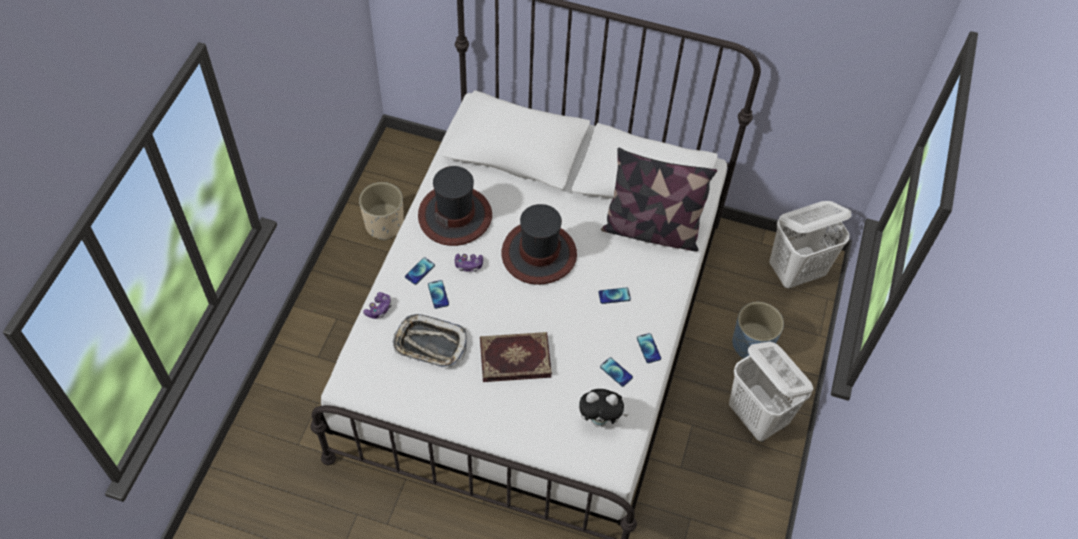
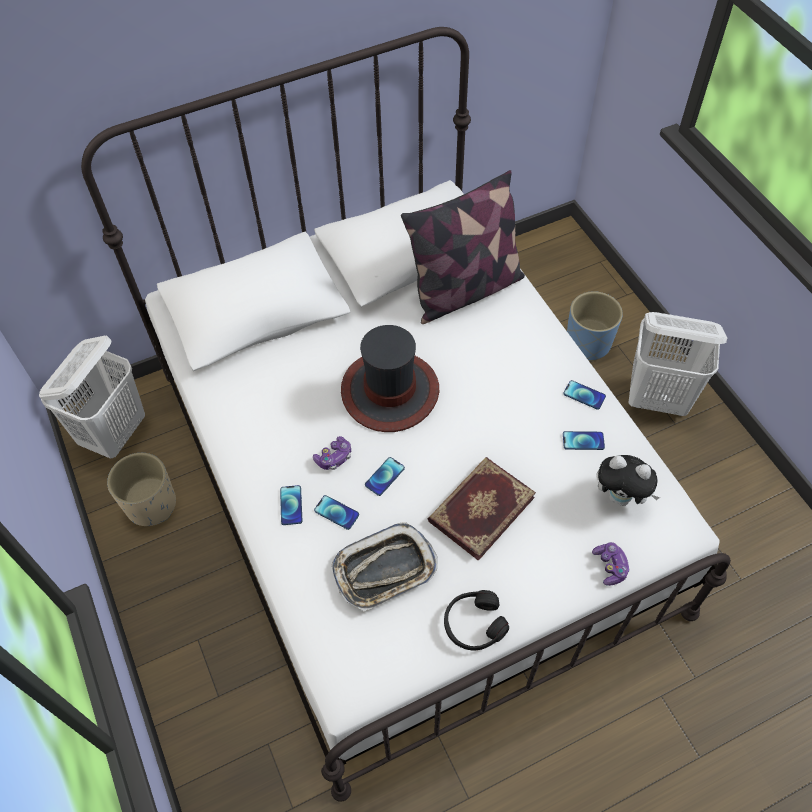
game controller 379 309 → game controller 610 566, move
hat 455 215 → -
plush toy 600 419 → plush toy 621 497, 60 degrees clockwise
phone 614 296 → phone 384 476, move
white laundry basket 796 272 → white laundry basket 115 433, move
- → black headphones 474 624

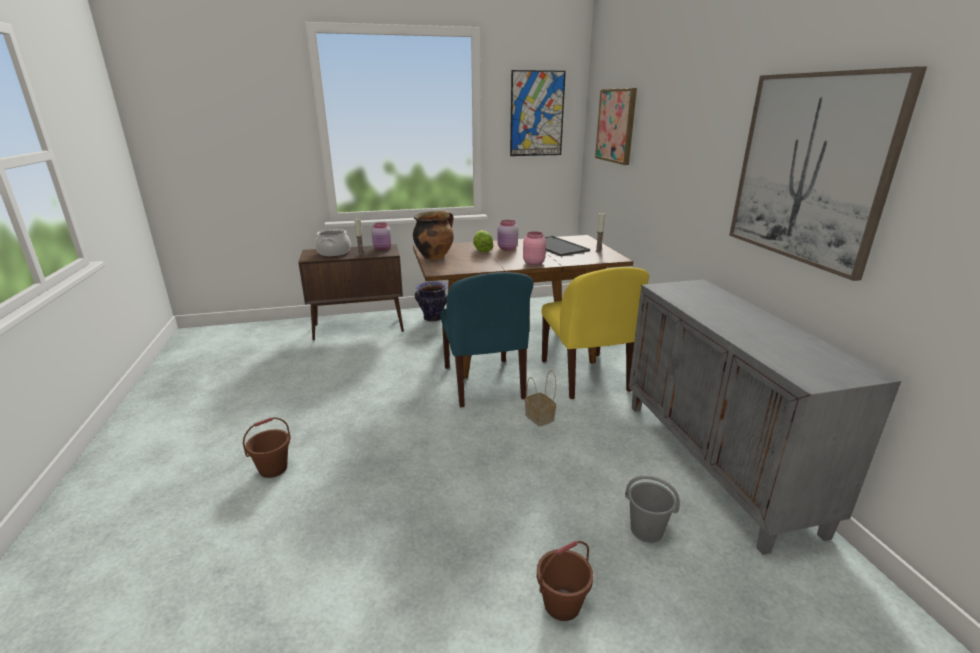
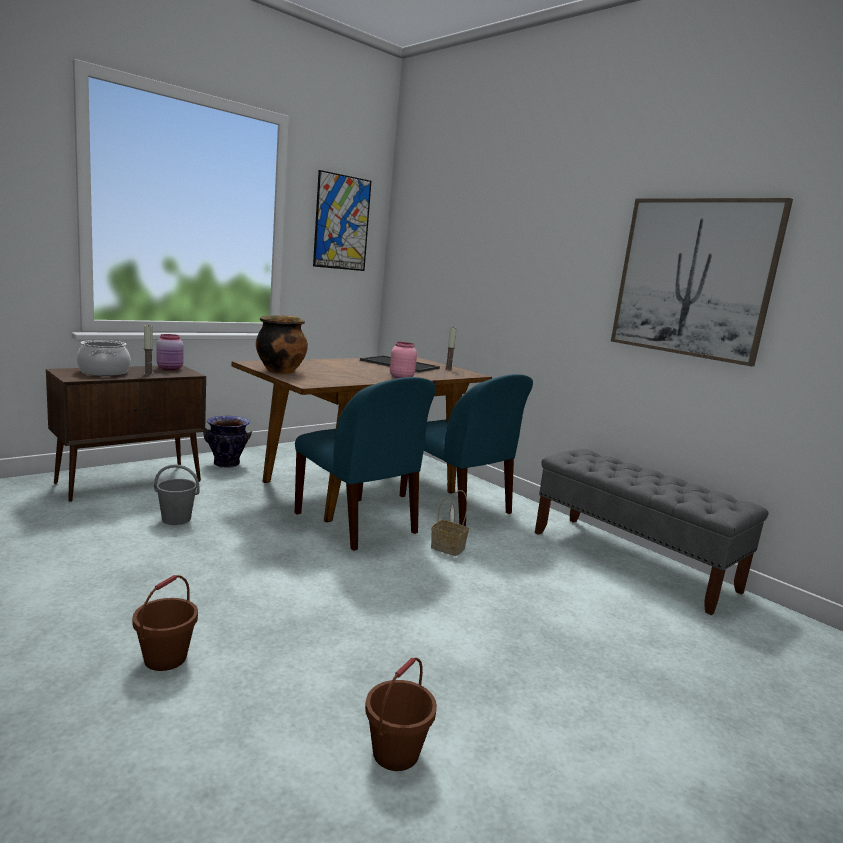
lettuce 482 250 → -
pink jar 507 248 → -
brown bucket 562 604 → brown bucket 396 753, move
yellow chair 585 376 → blue chair 457 506
picture 616 125 → -
grey bucket 646 530 → grey bucket 176 519, move
grey cabinet 716 463 → grey bench 632 561

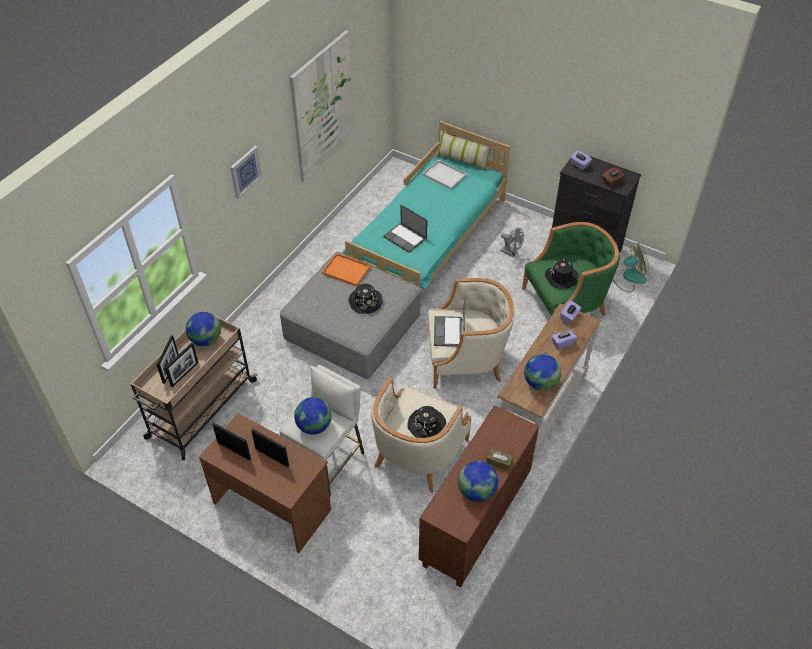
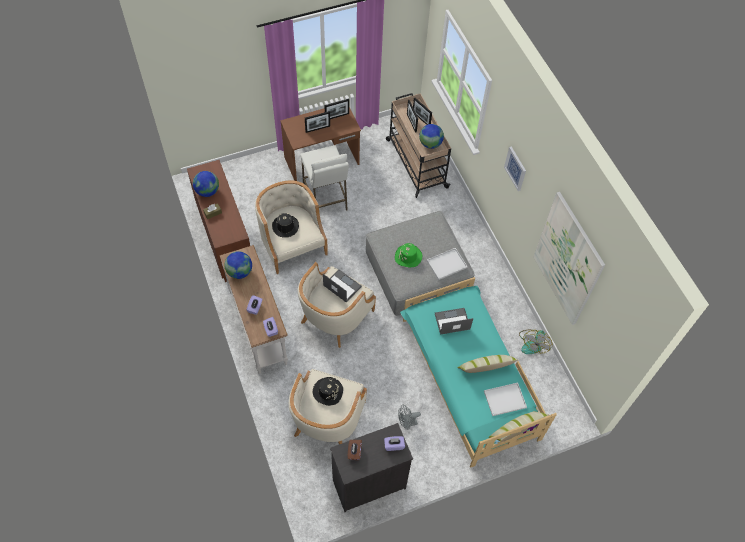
globe 314 426 → -
orange tray 347 270 → white tray 446 264
black hat 365 301 → green hat 408 257
green armchair 566 303 → beige armchair 327 419
fan 629 278 → fan 533 343, move
- → pillow 485 368

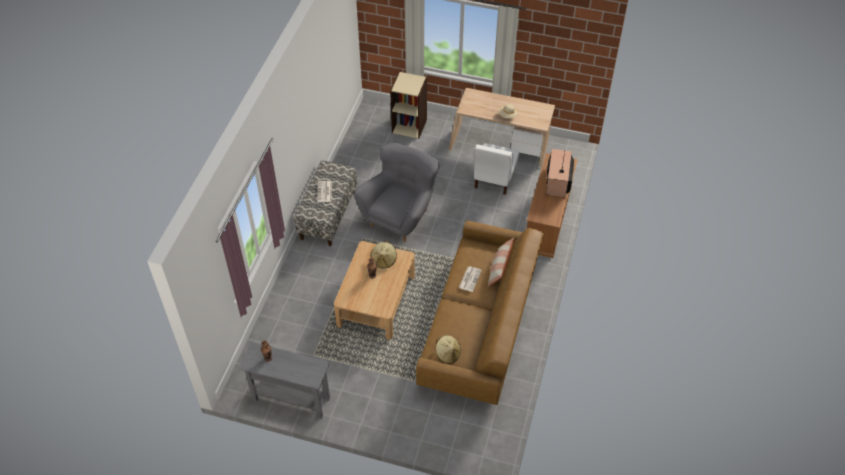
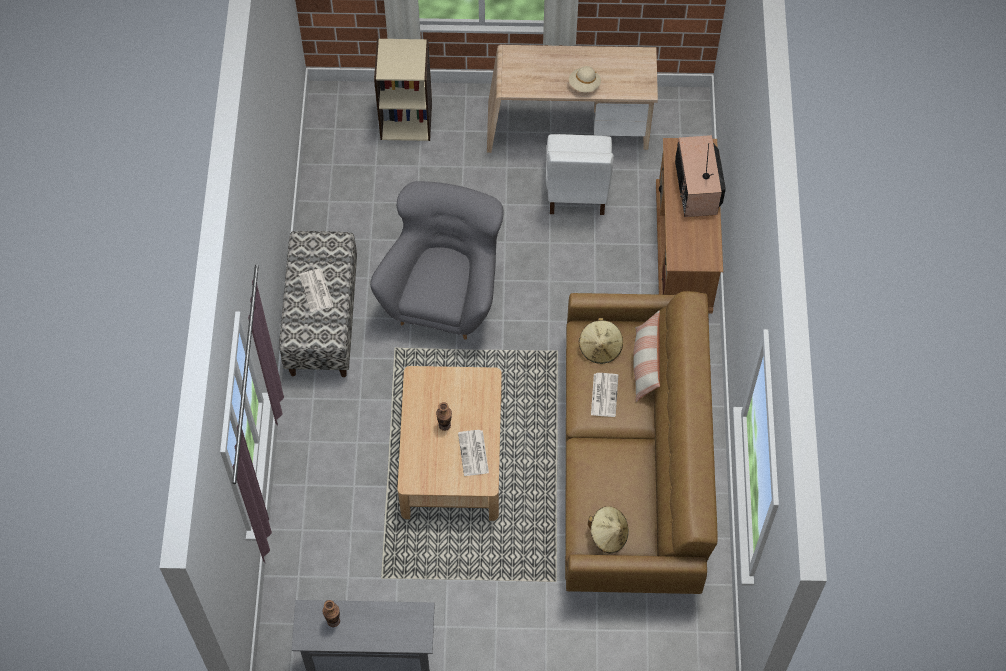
beige hat 384 260 → beige hat 600 348, move
- → newspaper 474 453

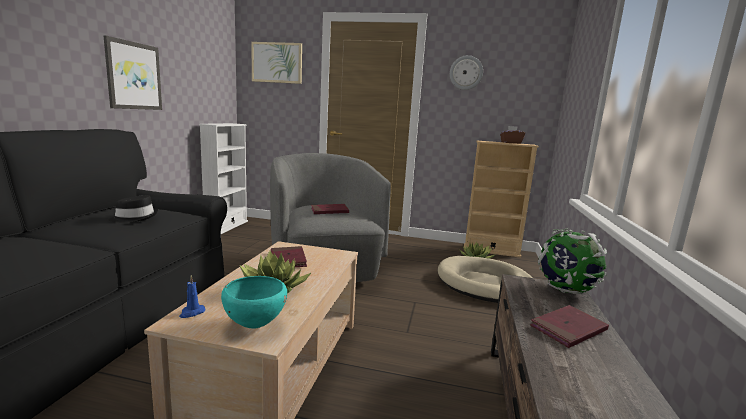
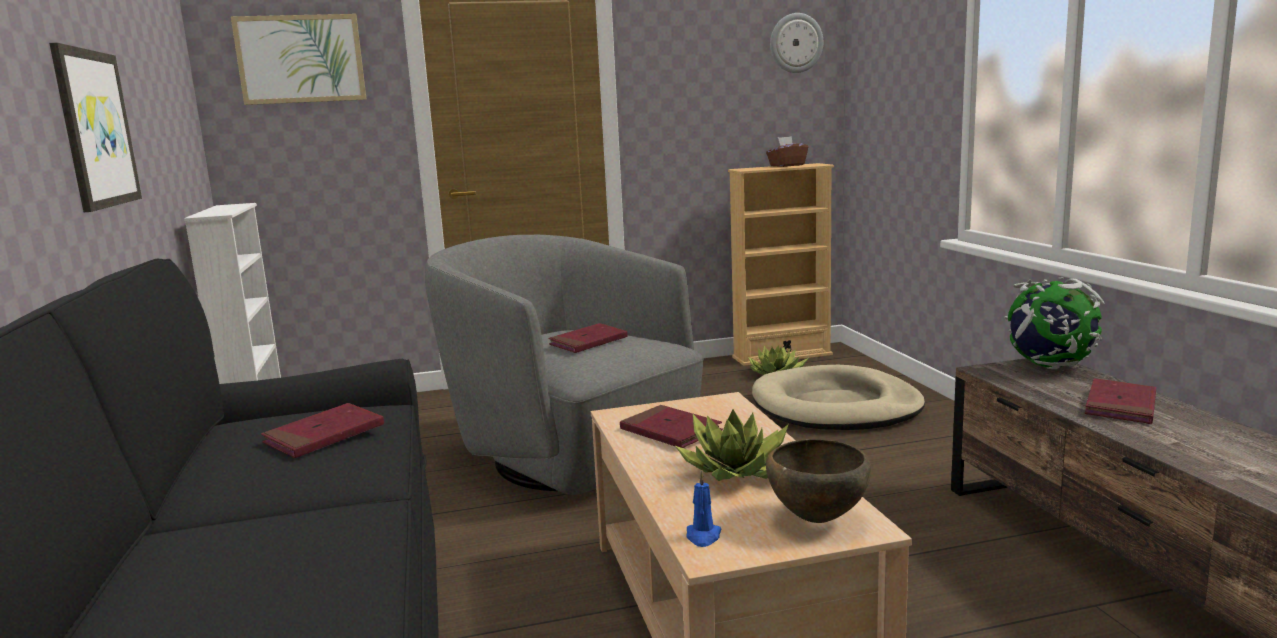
black hat 135 218 → red book 324 435
turquoise bowl 254 325 → brown bowl 816 519
wall clock 466 72 → wall clock 795 43, move

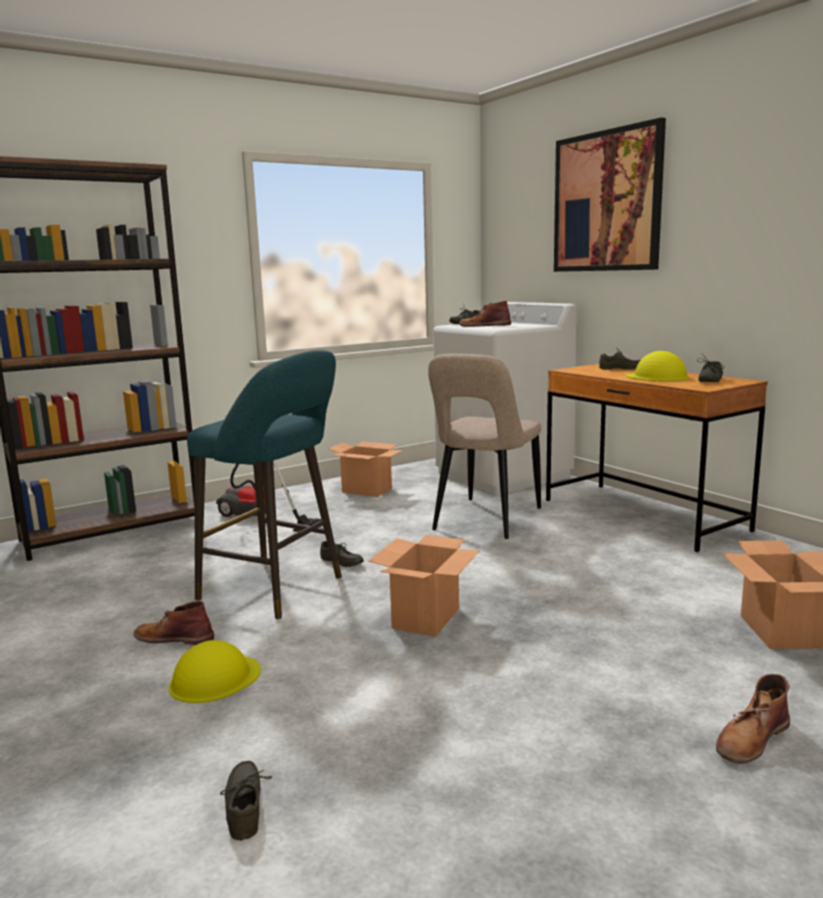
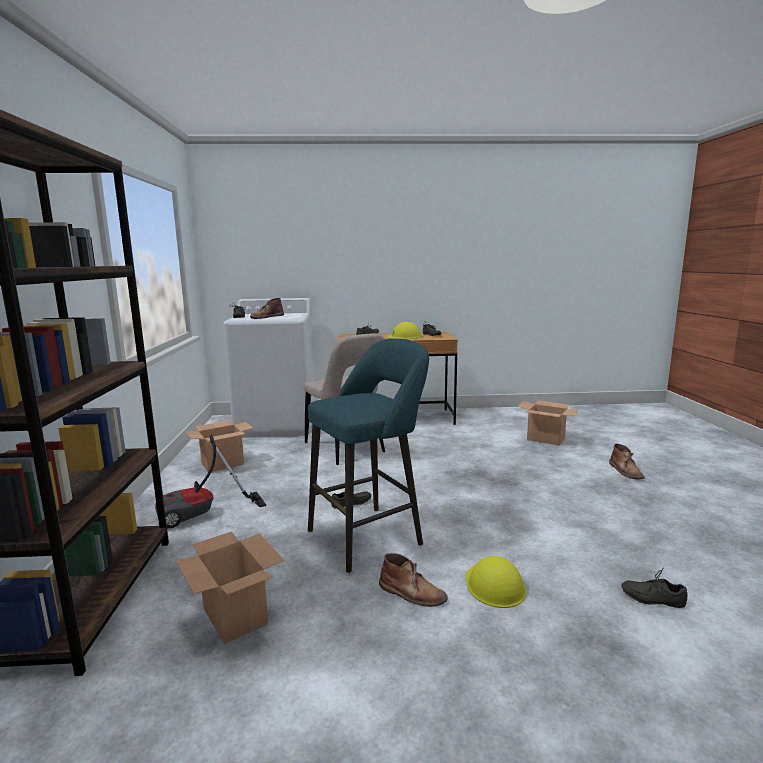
brown boot 174 638 → brown boot 412 593, 105 degrees counterclockwise
cardboard box 426 617 → cardboard box 234 616, move
picture 606 202 → -

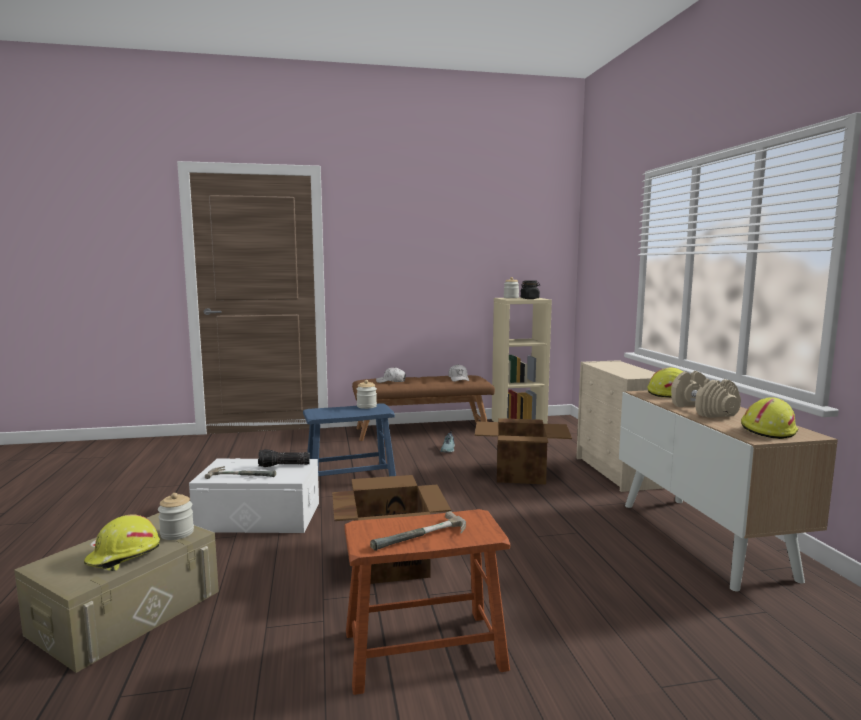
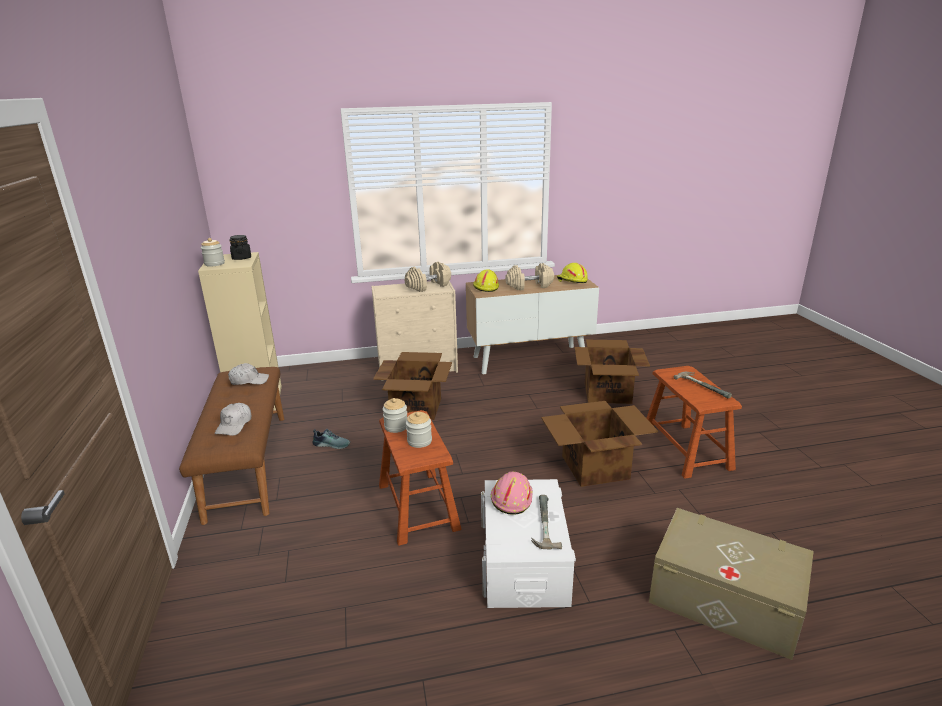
yellow hard hat 123 556 → -
jar 177 533 → jar 419 441, move
flashlight 283 466 → pink hard hat 511 498
blue stool 350 479 → brown stool 418 506
- → beige dumbbell 428 286
- → cardboard box 607 393

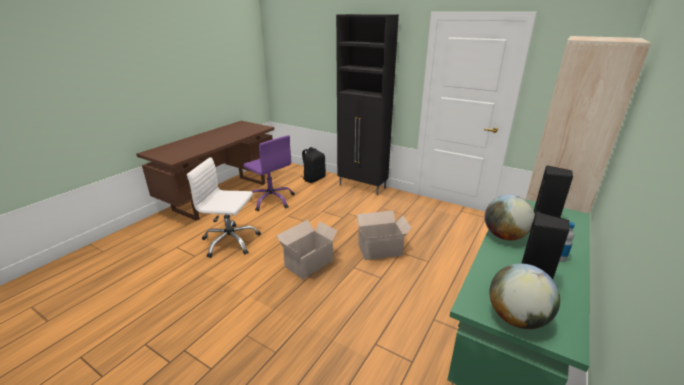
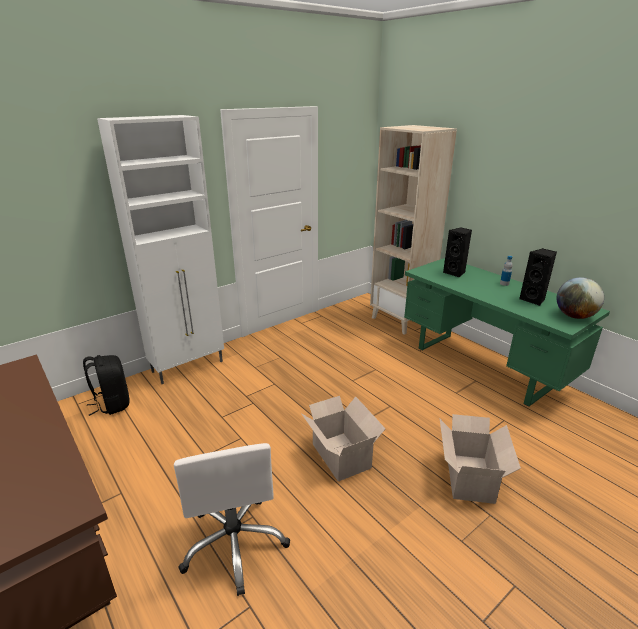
white office chair 230 241 → white office chair 235 543, 45 degrees counterclockwise
purple office chair 271 200 → -
black cabinet 362 187 → white cabinet 189 366
cardboard box 381 250 → cardboard box 470 476, move
globe 504 236 → -

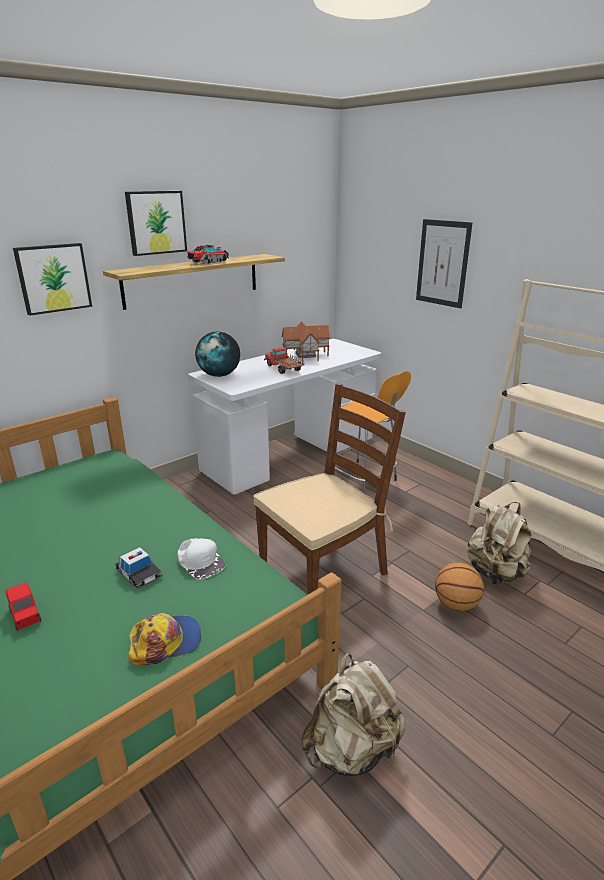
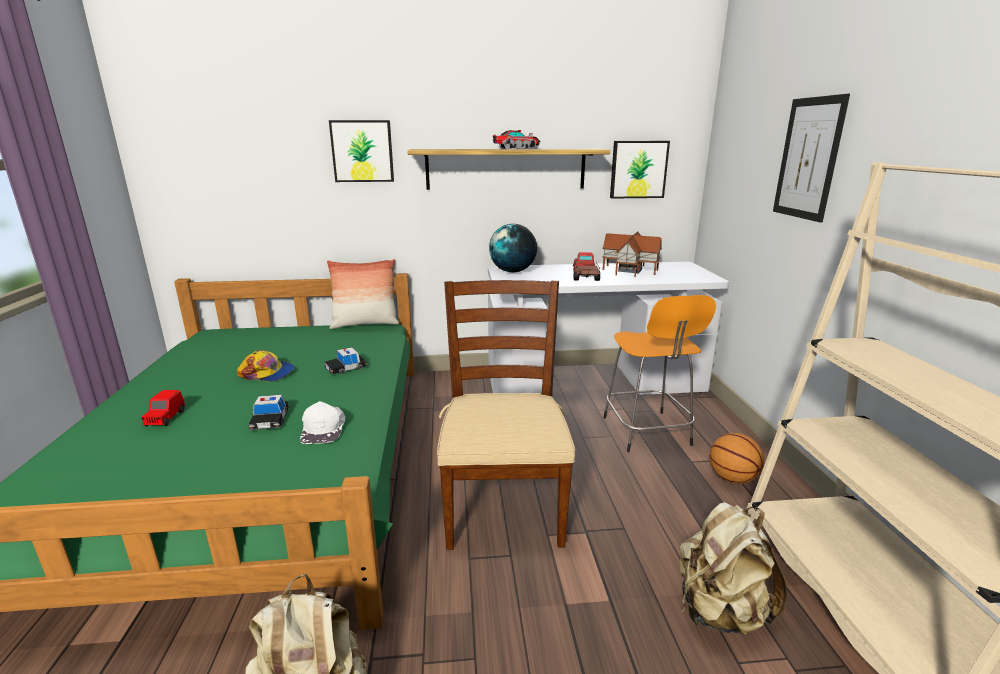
picture 156 222 → picture 638 169, move
cap 165 642 → cap 267 373, move
brown chair 324 569 → brown chair 503 504, 90 degrees counterclockwise
basketball 456 605 → basketball 731 479, move
- → toy car 346 368
- → pillow 365 324

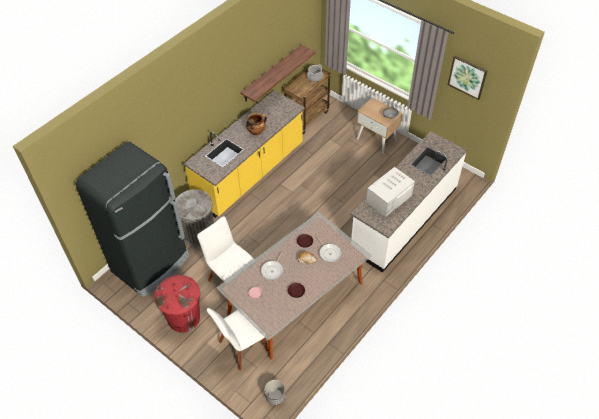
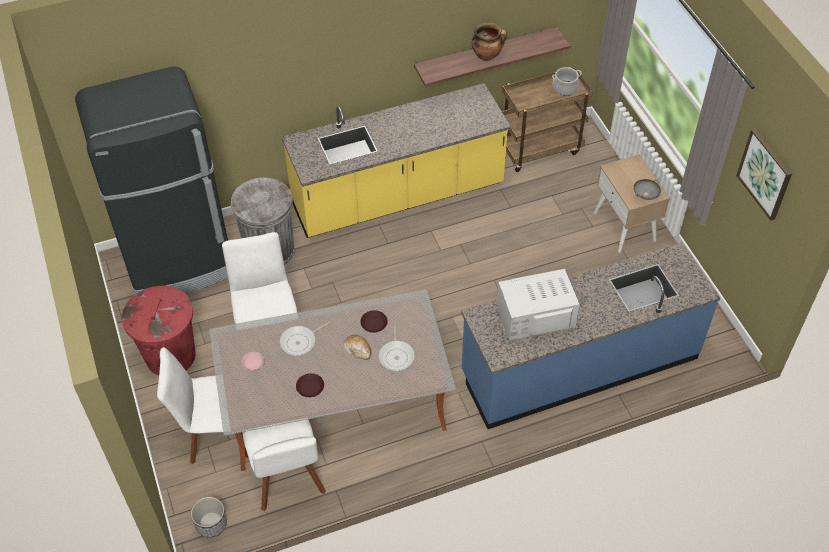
cooking pot 256 131 → cooking pot 487 56, move
white counter 403 219 → blue counter 579 365
- → white chair 288 480

